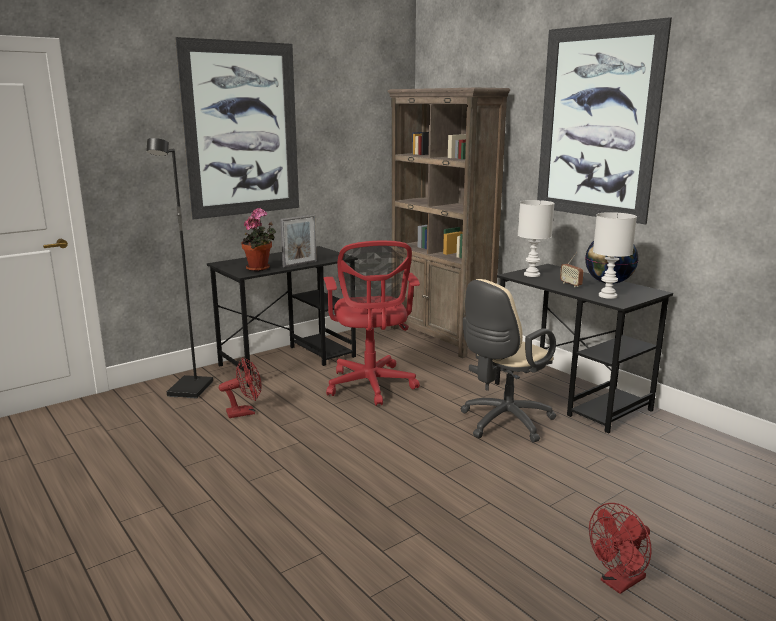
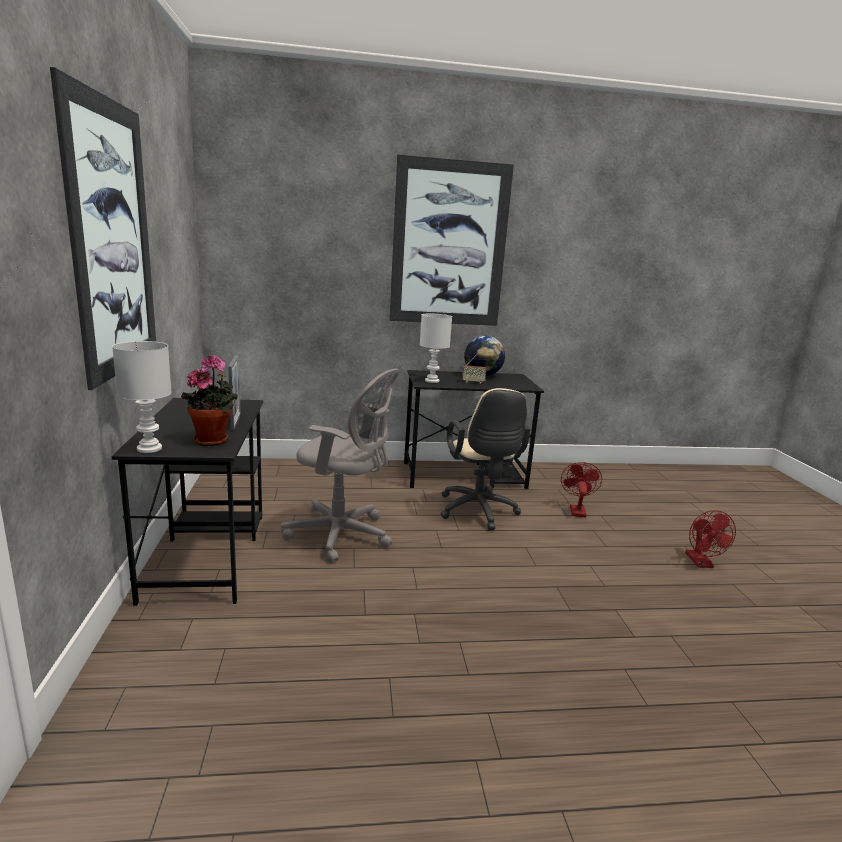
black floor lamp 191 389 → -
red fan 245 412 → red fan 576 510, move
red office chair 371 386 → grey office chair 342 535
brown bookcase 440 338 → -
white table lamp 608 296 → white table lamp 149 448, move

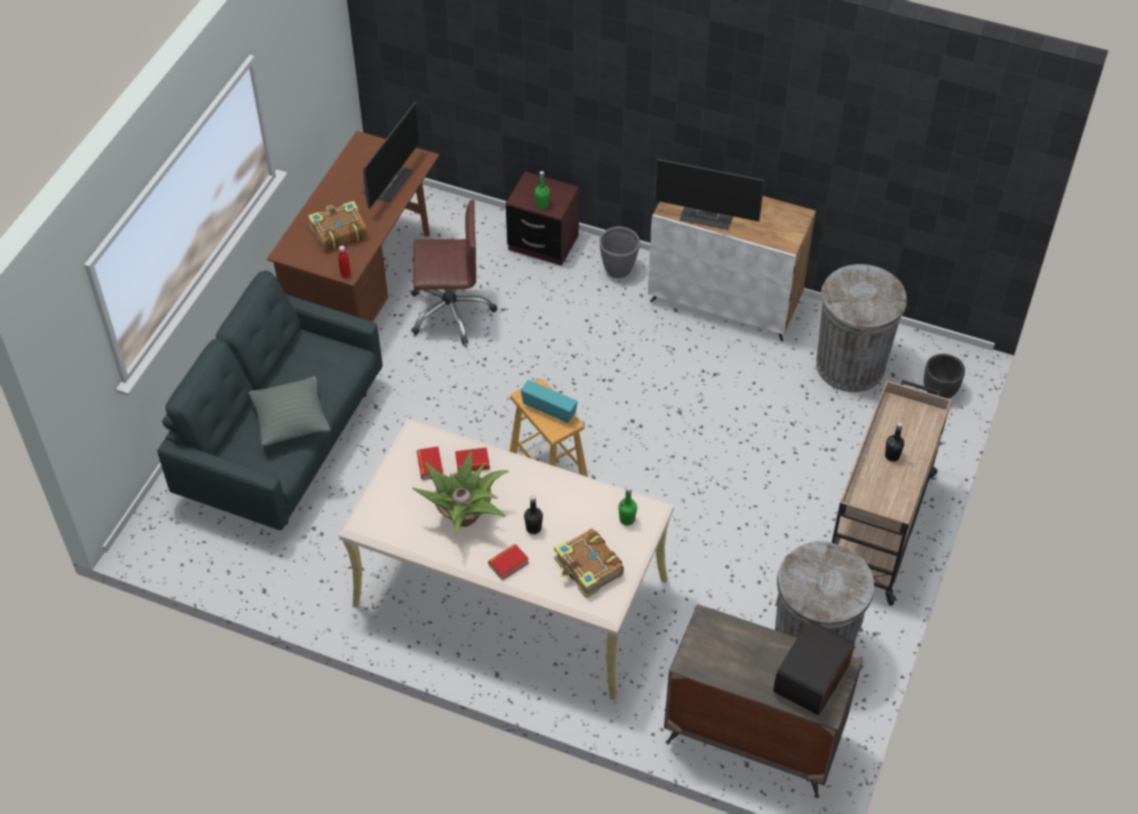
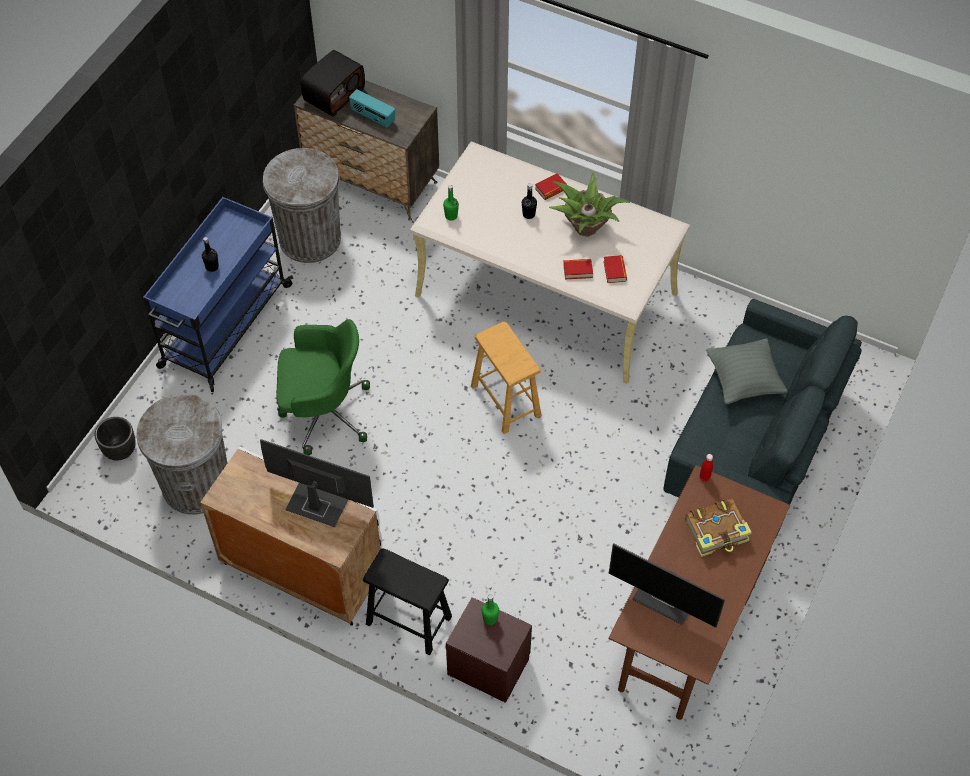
monitor 388 182 → monitor 666 599, 90 degrees counterclockwise
brown office chair 450 311 → -
radio 549 410 → radio 373 117, move
book 588 569 → -
grey planter 619 270 → black stool 408 620
beige cart 878 525 → blue cart 224 327
- → green office chair 323 412

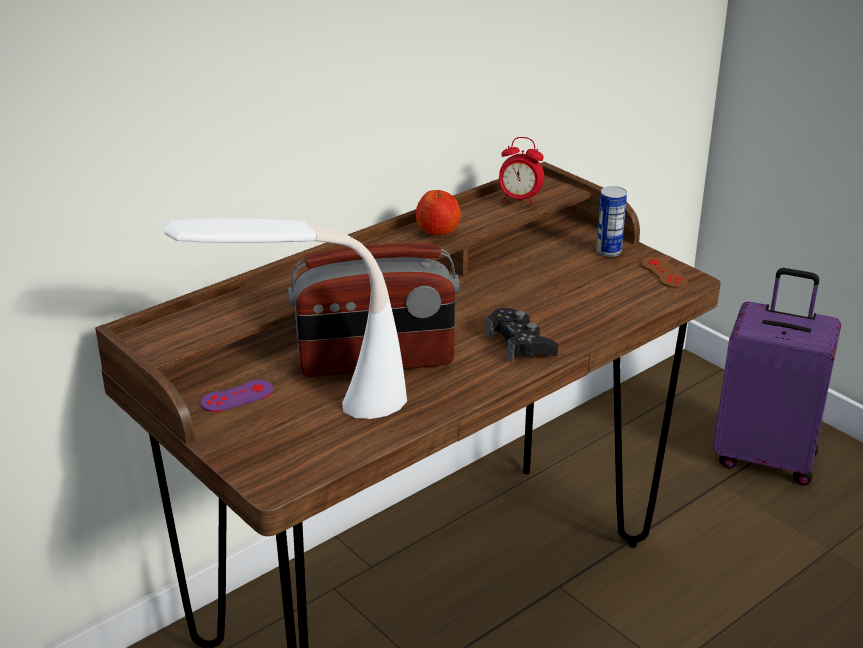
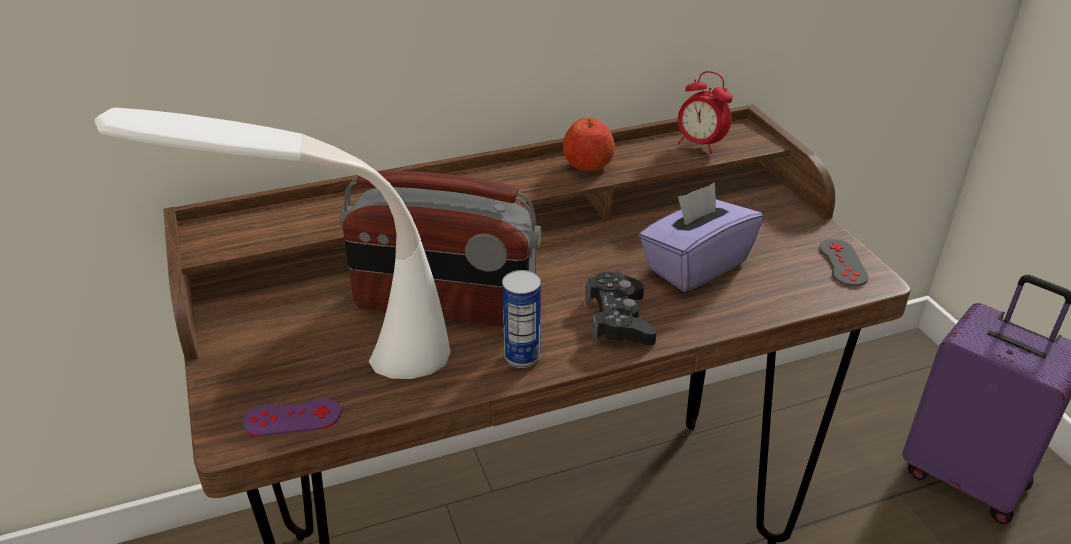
purple game controller 237 396 → purple game controller 292 417, move
can 608 251 → can 522 357, move
brown game controller 663 273 → grey game controller 842 263
- → purple tissue box 695 265

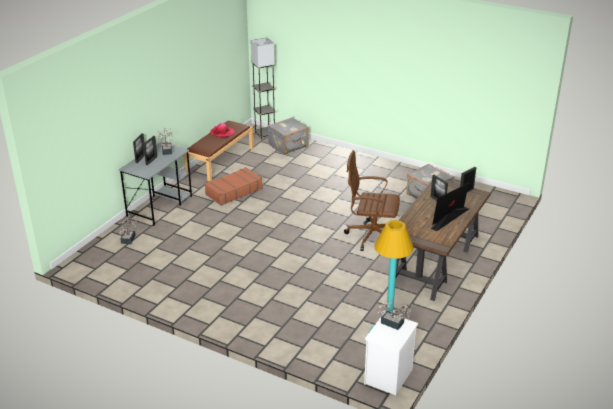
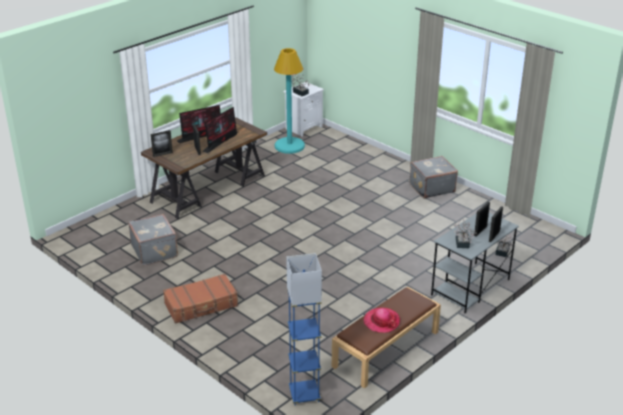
brown suitcase 233 191 → brown suitcase 201 305, move
grey floor lamp 265 134 → blue floor lamp 304 395
grey suitcase 289 146 → grey suitcase 431 188, move
brown office chair 371 235 → -
- → monitor 221 141

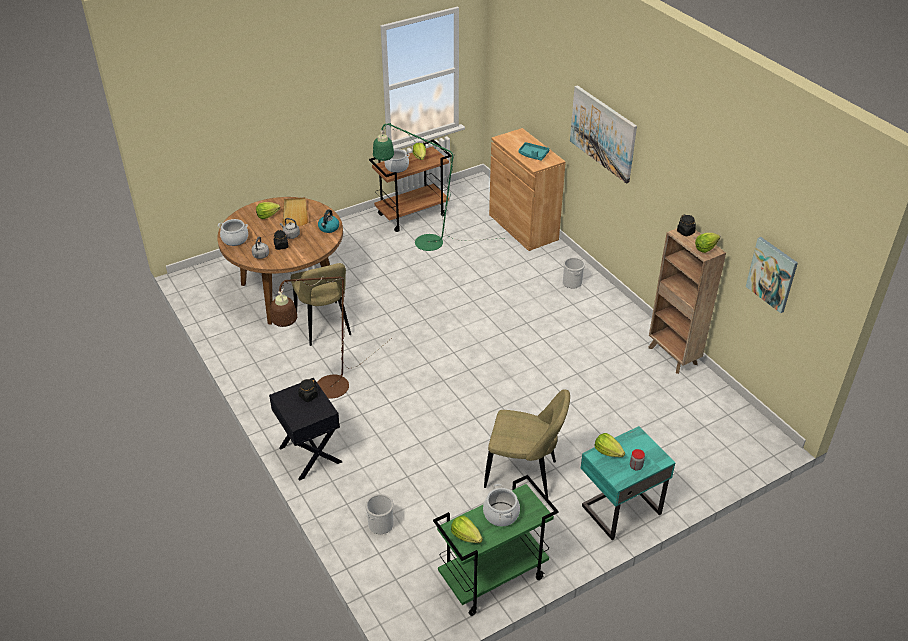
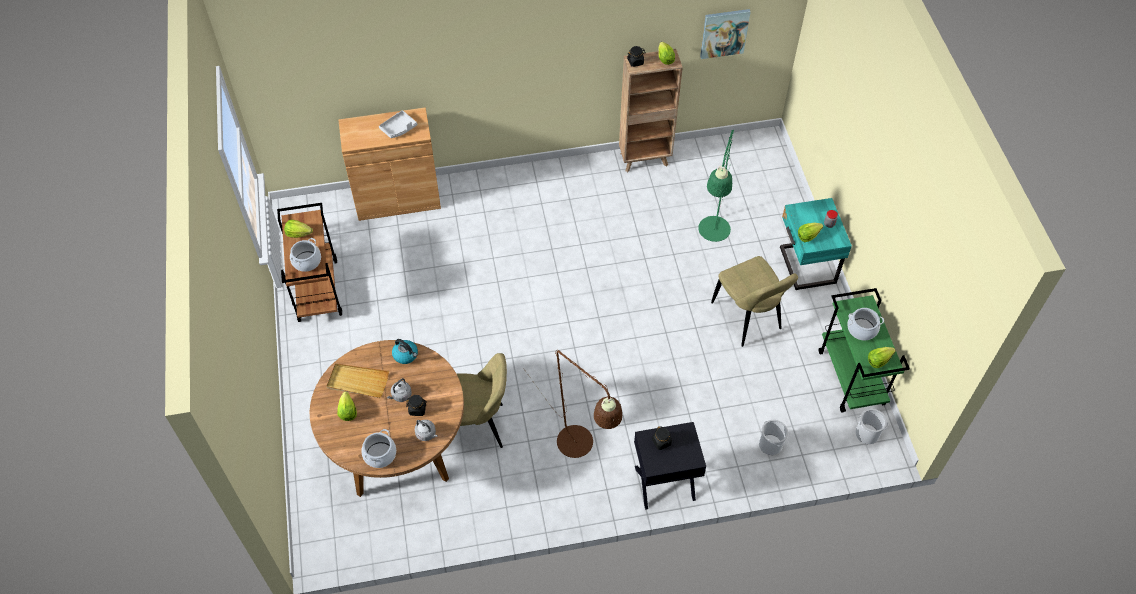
green floor lamp 421 243 → green floor lamp 713 235, move
beige chair 524 475 → beige chair 748 318, 120 degrees clockwise
turquoise tray 533 155 → grey tray 399 128
bucket 572 283 → bucket 867 434, move
picture 603 133 → -

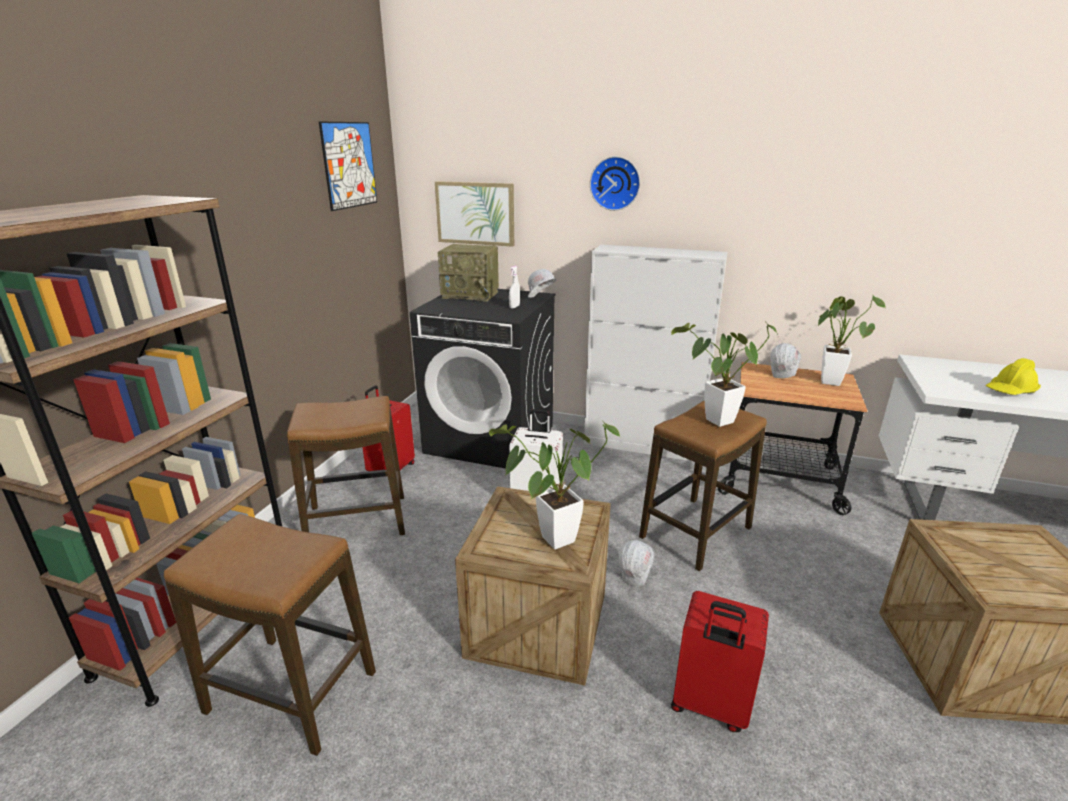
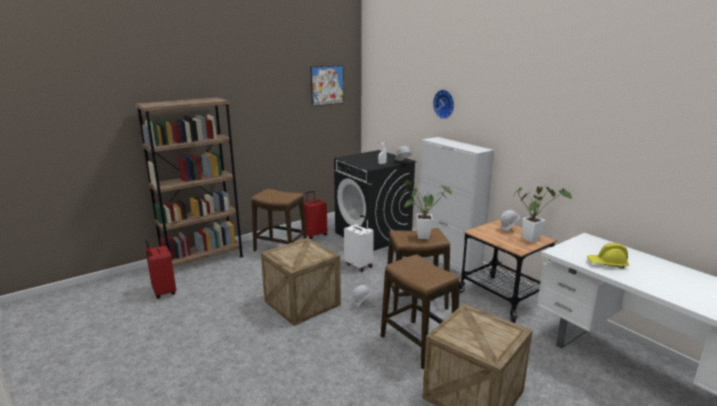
stool 292 692 → stool 418 344, move
picture 475 213 → -
radio 471 295 → -
potted plant 551 542 → -
red suitcase 709 706 → red suitcase 163 292, move

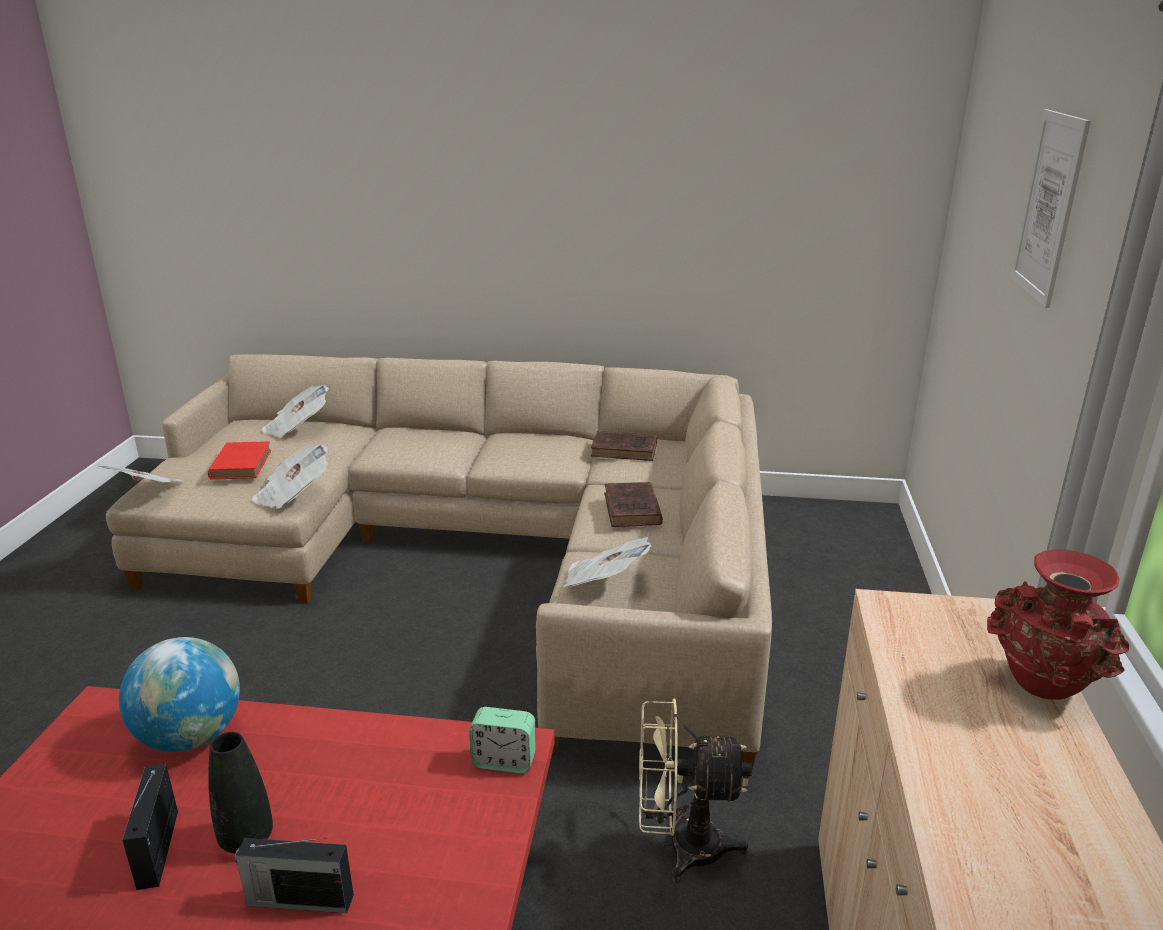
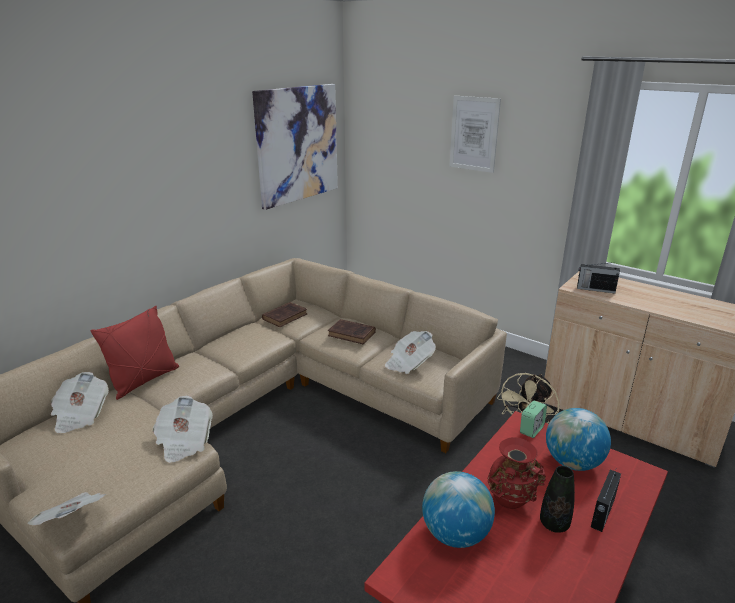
radio 159 847 → radio 595 289, move
red book 241 464 → -
red vase 1043 687 → red vase 511 501, move
- → red pillow 144 380
- → picture 297 144
- → globe 572 462

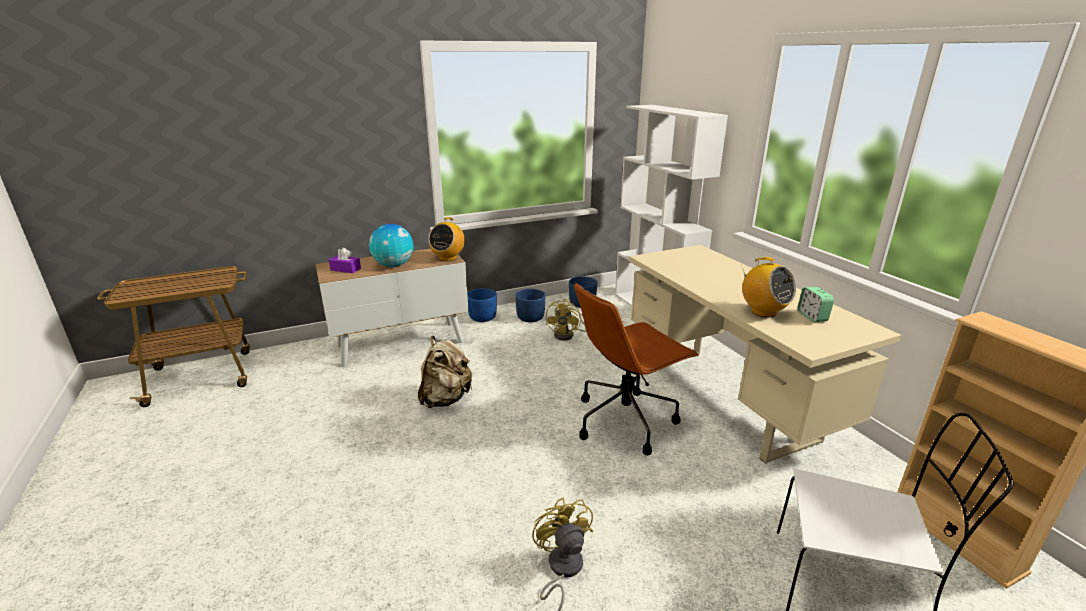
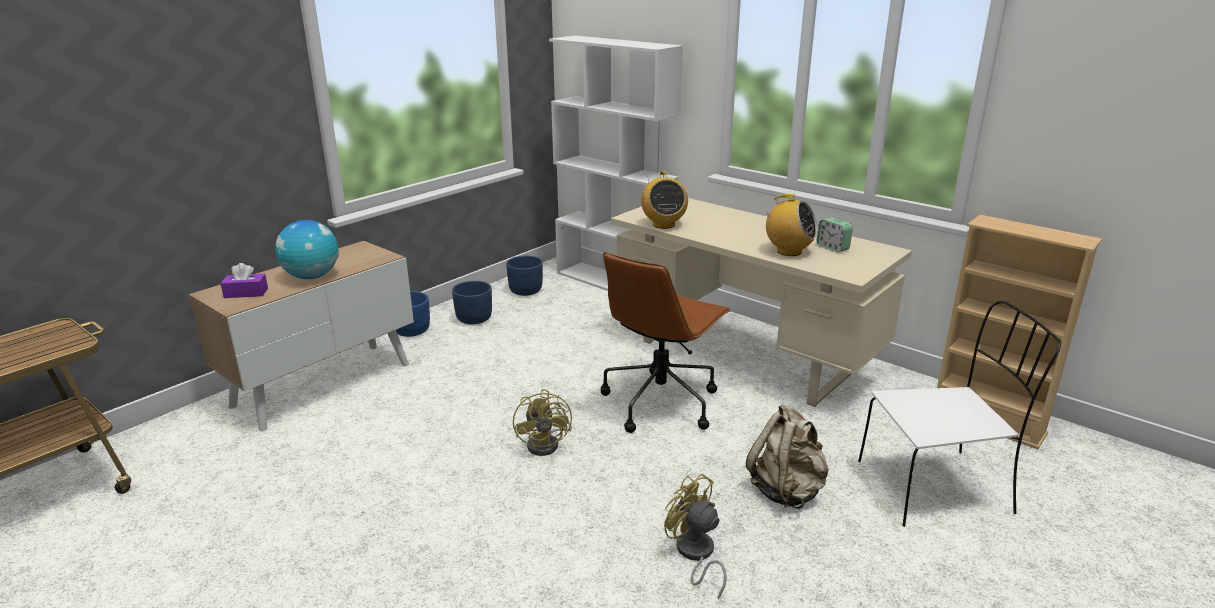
beige backpack 446 399 → beige backpack 786 490, move
radio 448 258 → radio 663 224, move
yellow fan 567 335 → yellow fan 548 443, move

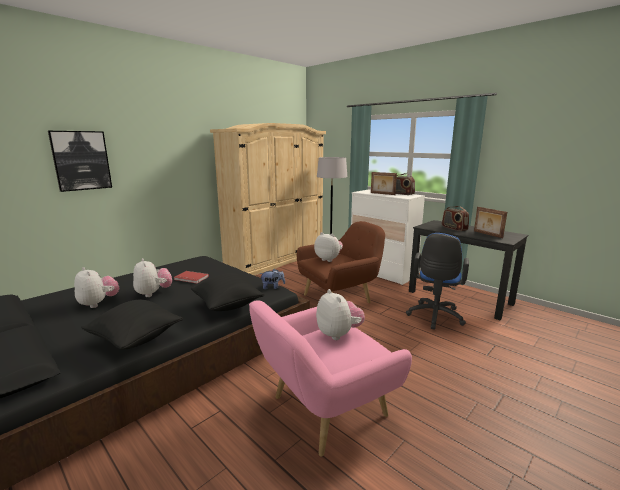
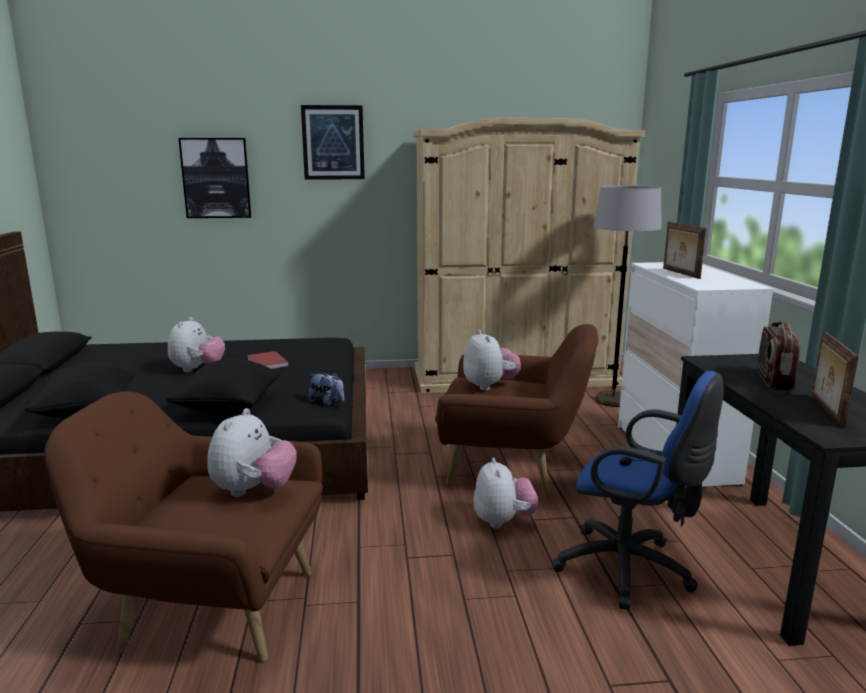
plush toy 98 303 → plush toy 503 521, move
pink armchair 323 410 → brown armchair 210 605
radio 402 194 → -
blue office chair 434 317 → blue office chair 630 570, 120 degrees counterclockwise
- → picture 333 142

